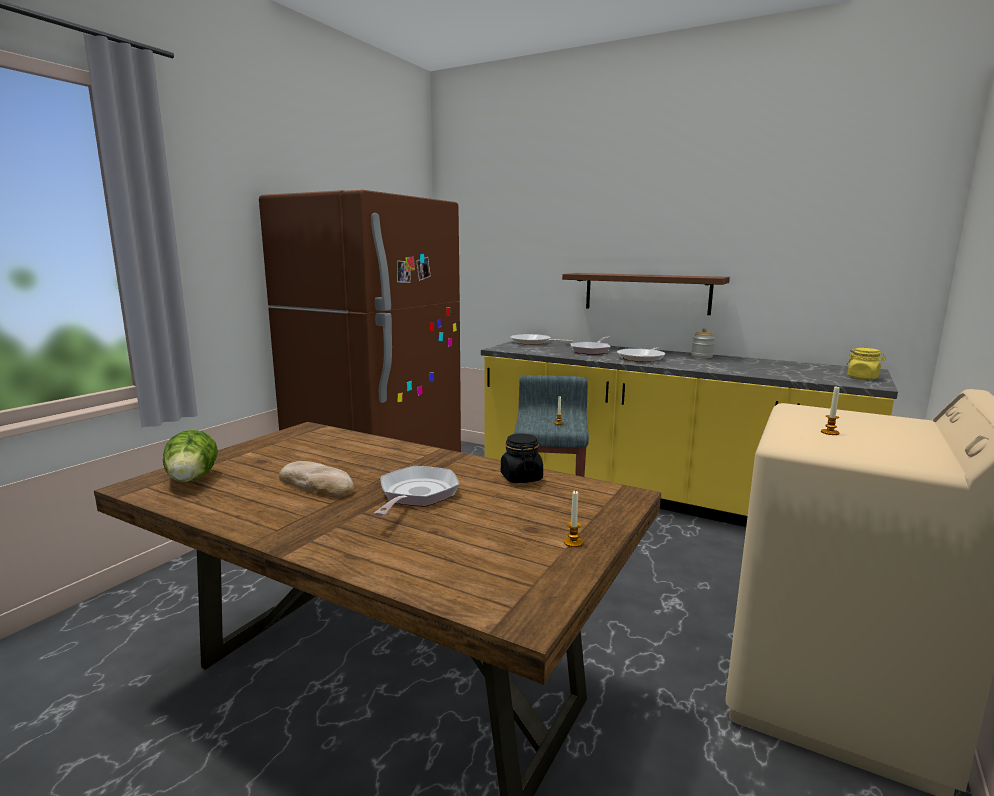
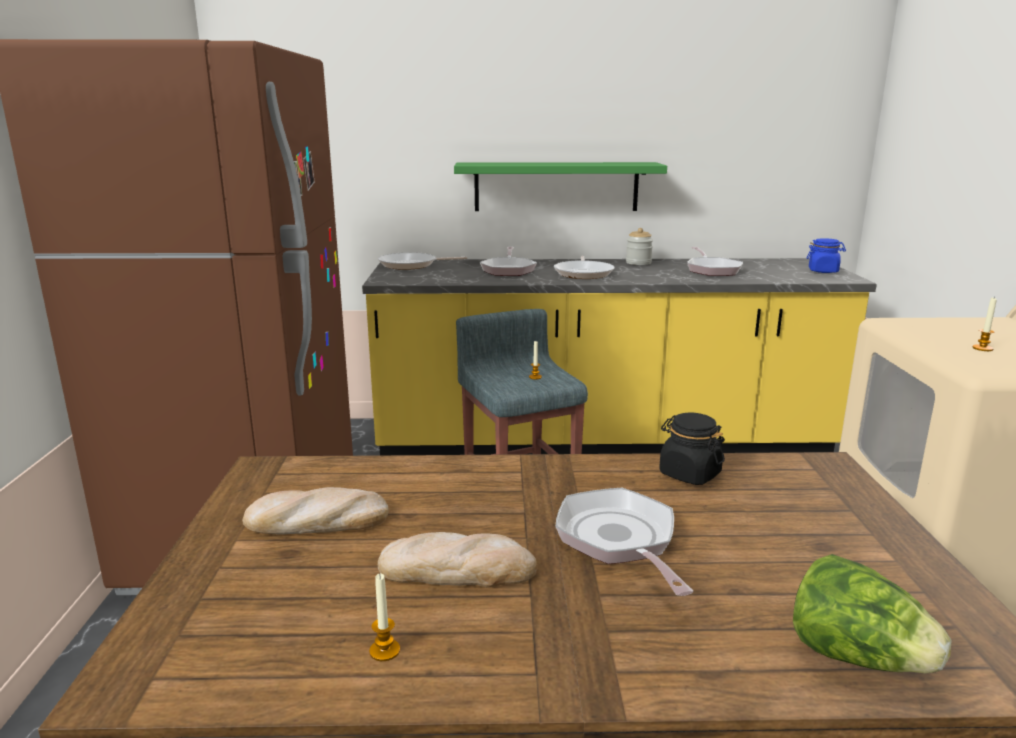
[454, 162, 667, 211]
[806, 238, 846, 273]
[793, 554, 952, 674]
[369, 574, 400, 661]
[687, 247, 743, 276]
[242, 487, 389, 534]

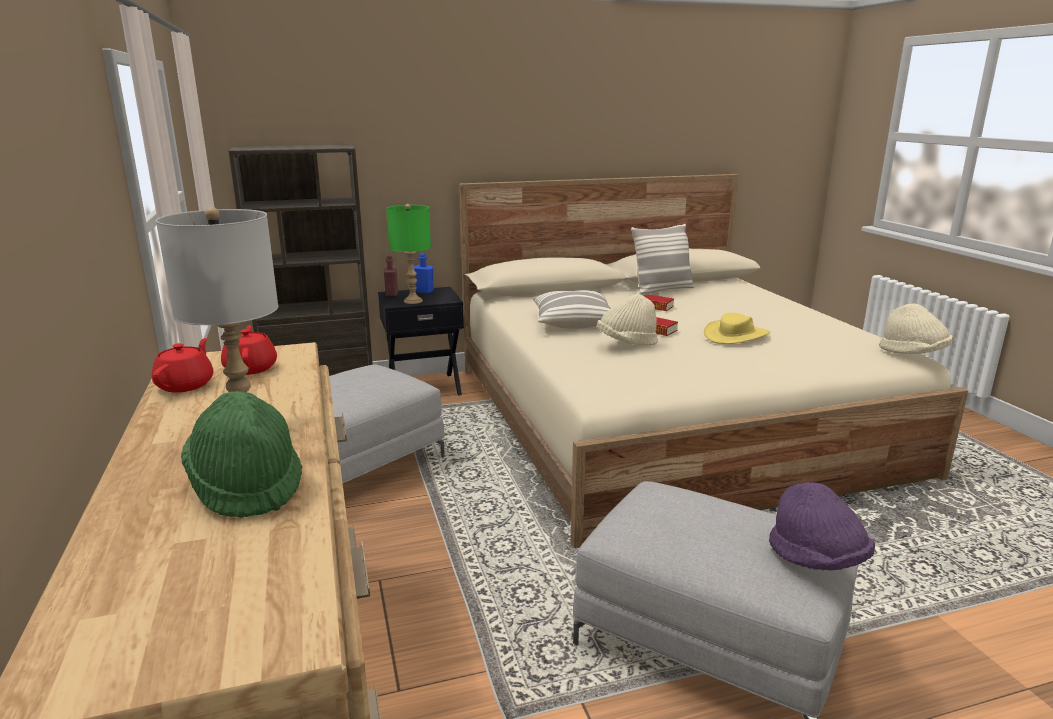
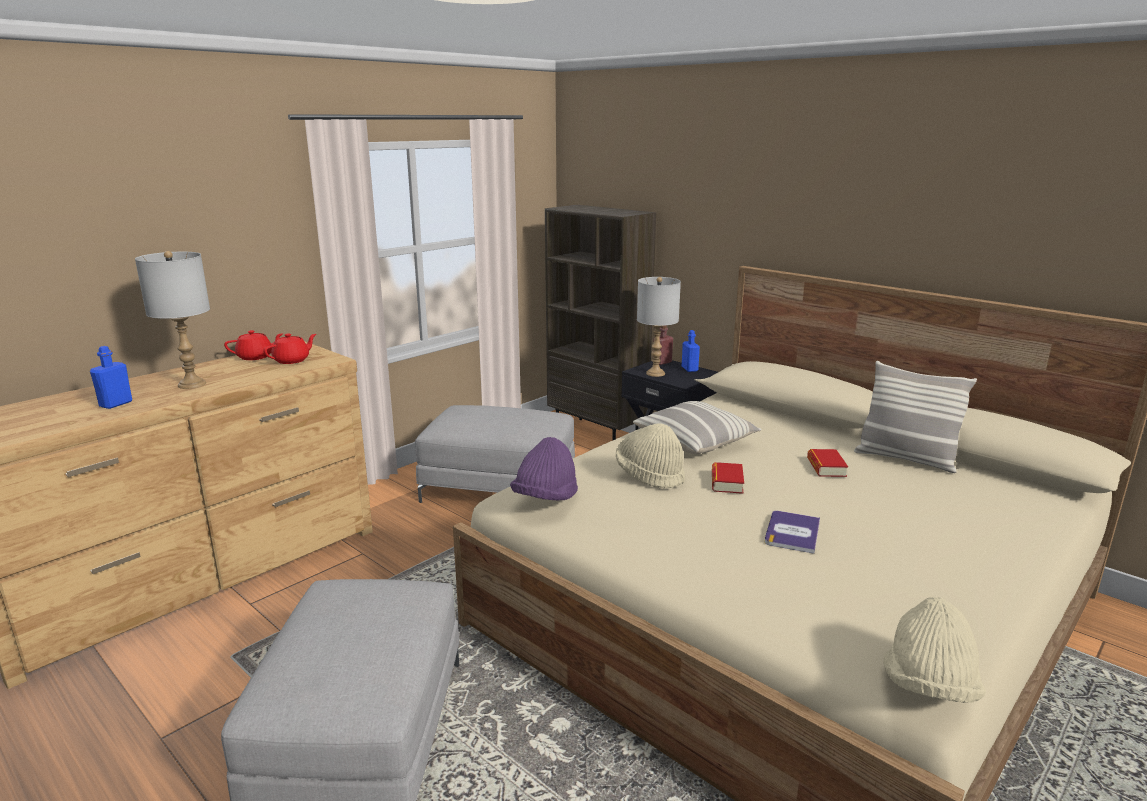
[637, 277, 681, 377]
[765, 511, 820, 554]
[90, 346, 132, 409]
[510, 437, 578, 501]

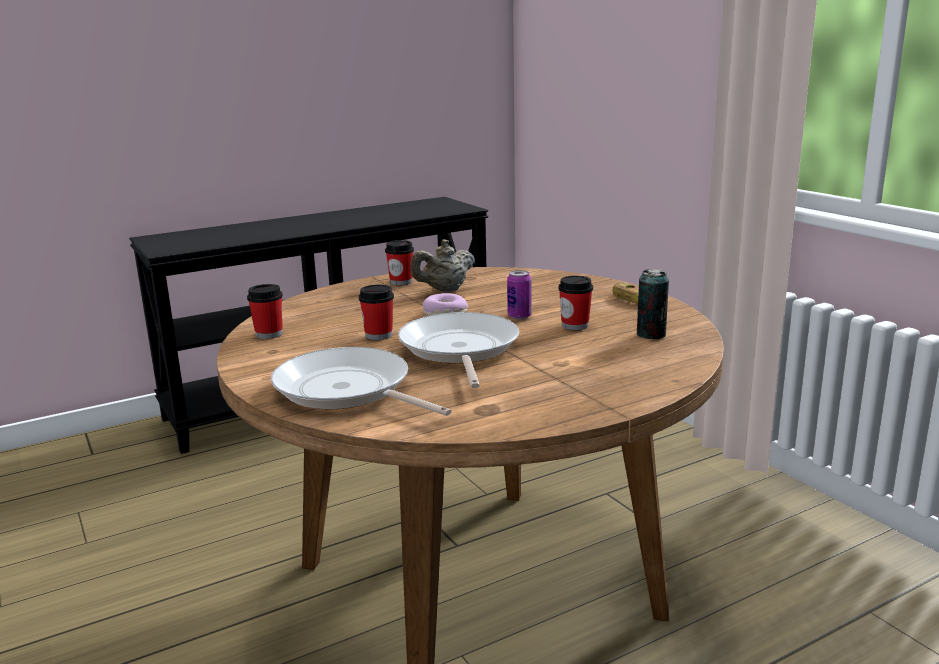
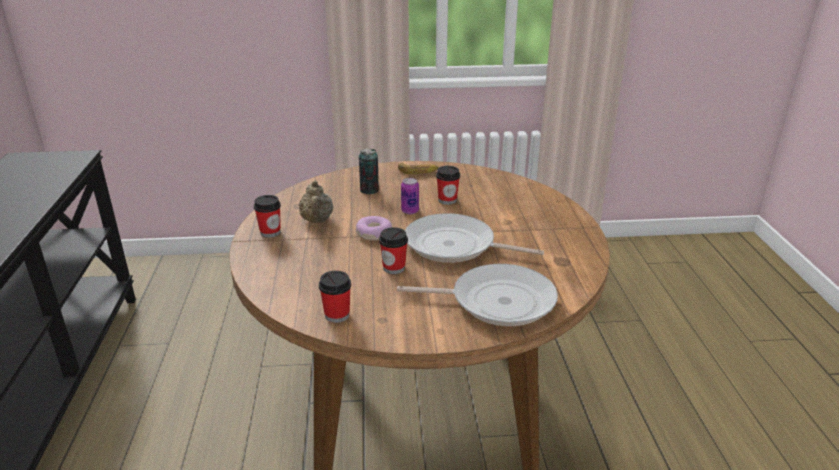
[359, 148, 379, 194]
[397, 264, 558, 326]

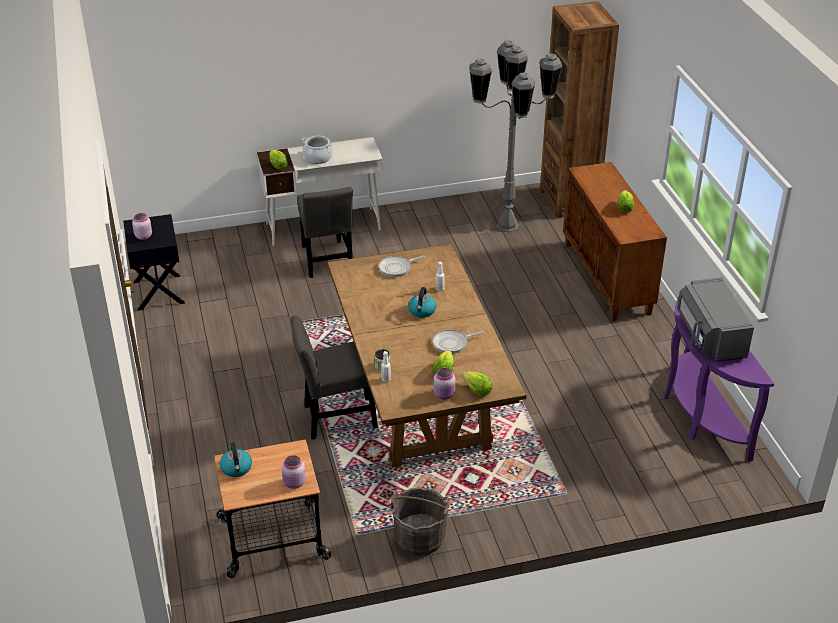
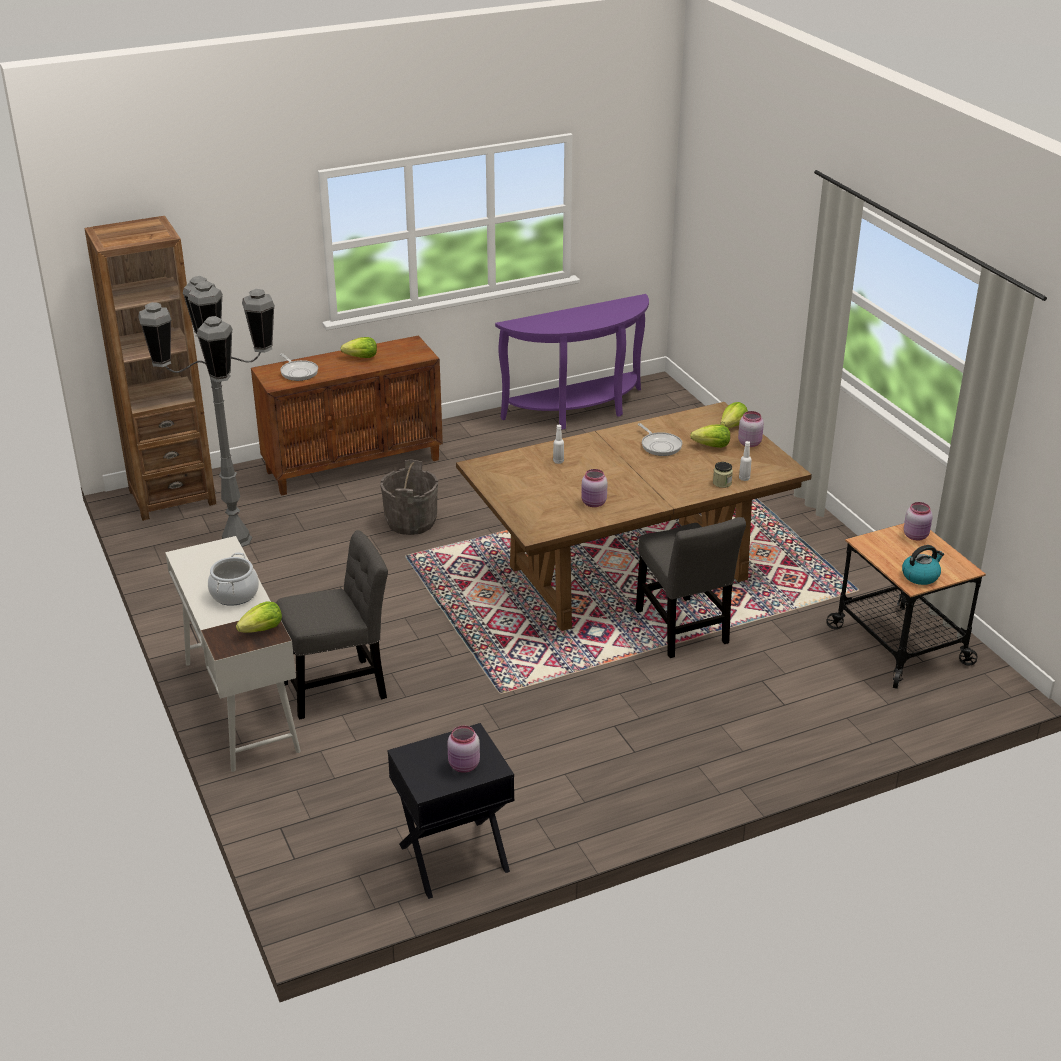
[280, 353, 318, 381]
[677, 277, 754, 362] (first image)
[408, 287, 436, 318] (first image)
[380, 459, 438, 535]
[581, 469, 608, 507]

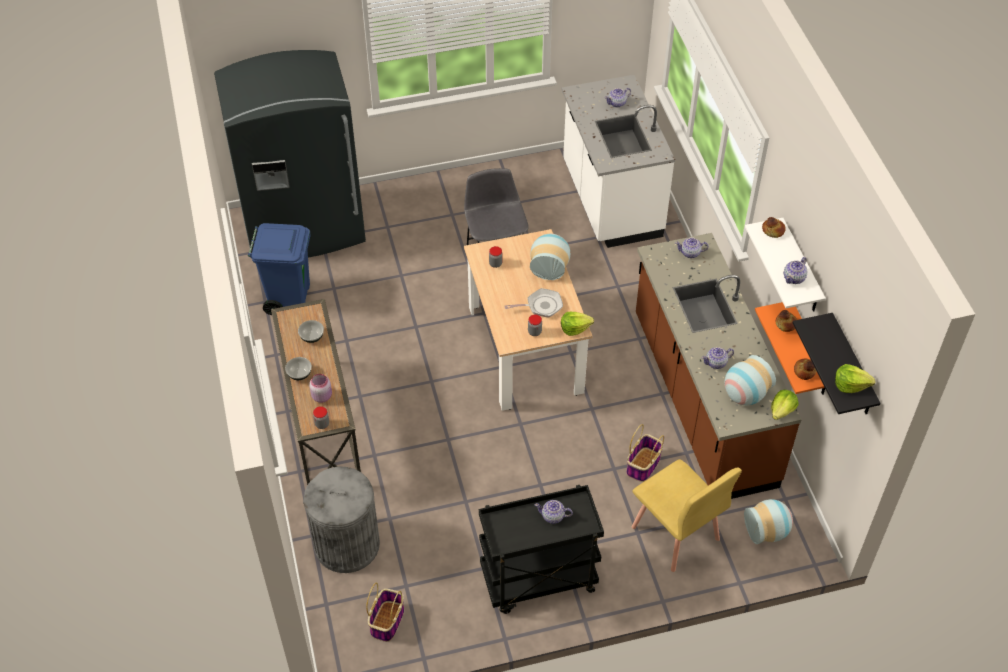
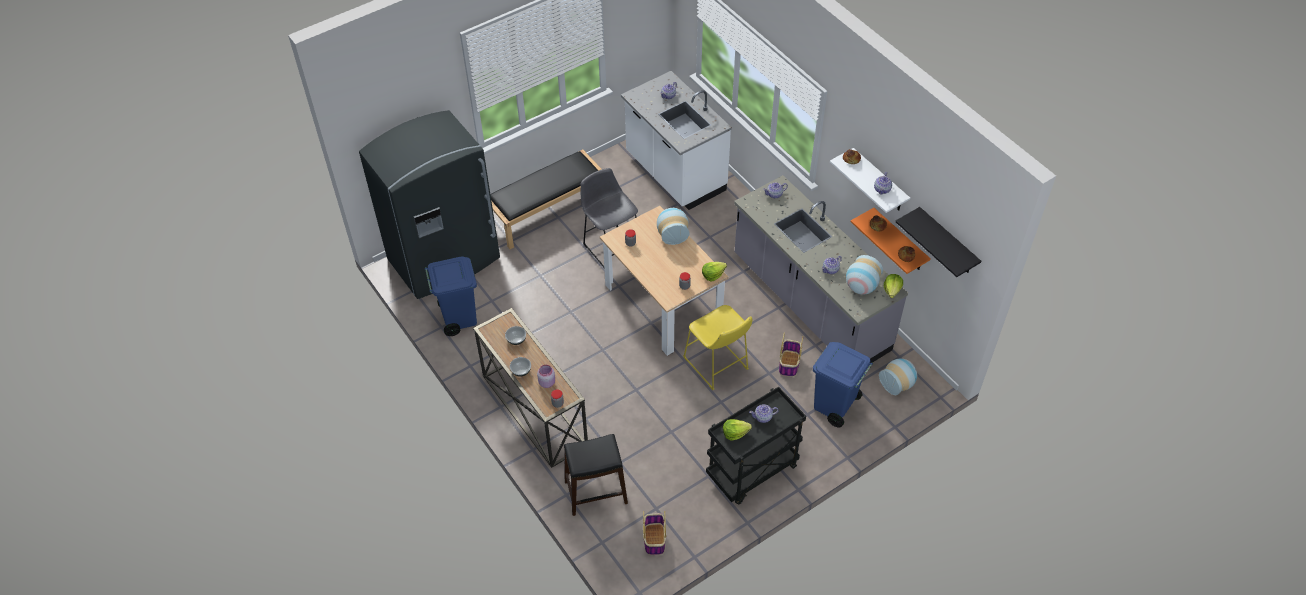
[734, 175, 908, 363]
[504, 288, 563, 318] (first image)
[723, 419, 752, 440]
[813, 342, 873, 428]
[564, 434, 628, 516]
[490, 150, 602, 249]
[683, 305, 753, 390]

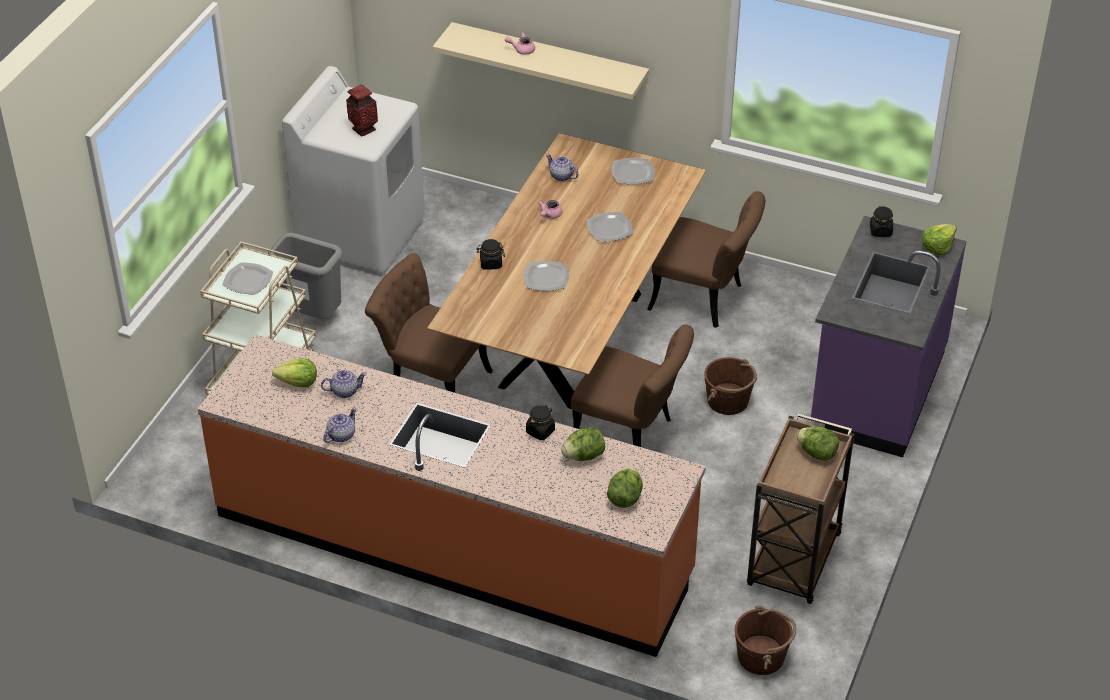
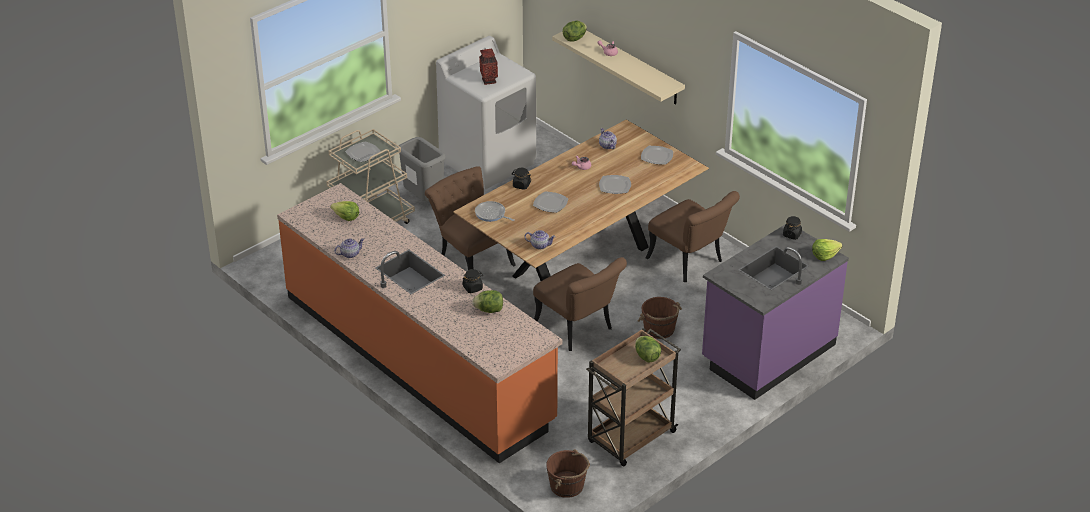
[525, 230, 556, 250]
[563, 21, 587, 42]
[475, 201, 515, 222]

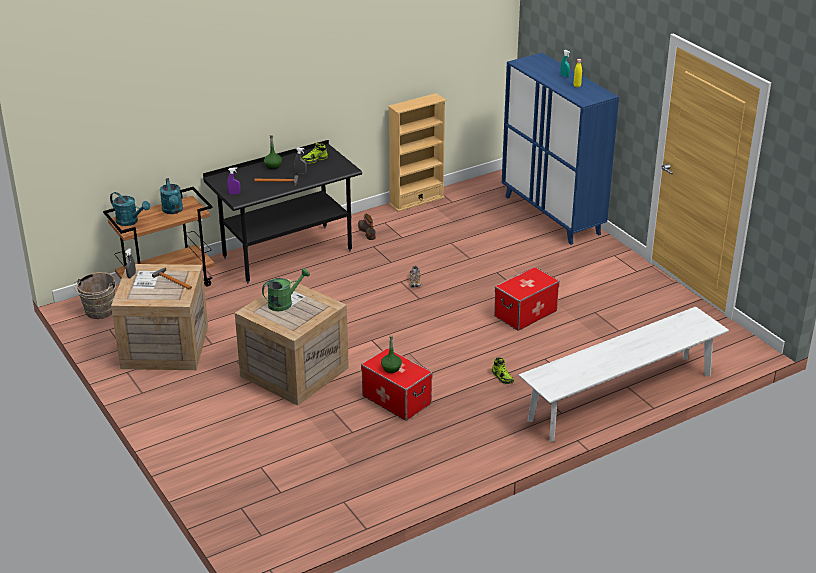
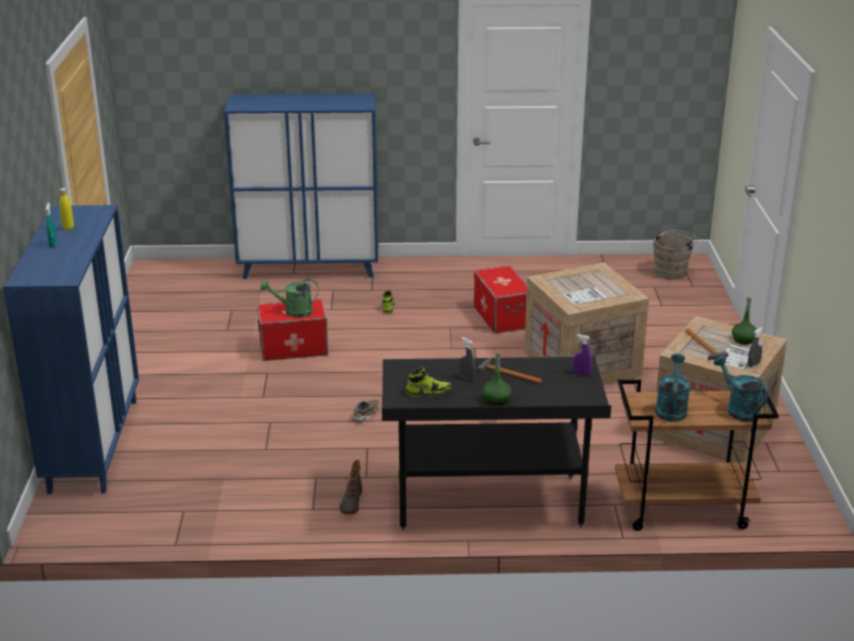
[388, 93, 446, 212] (first image)
[260, 279, 319, 318]
[653, 230, 697, 280]
[224, 93, 379, 279]
[732, 297, 757, 345]

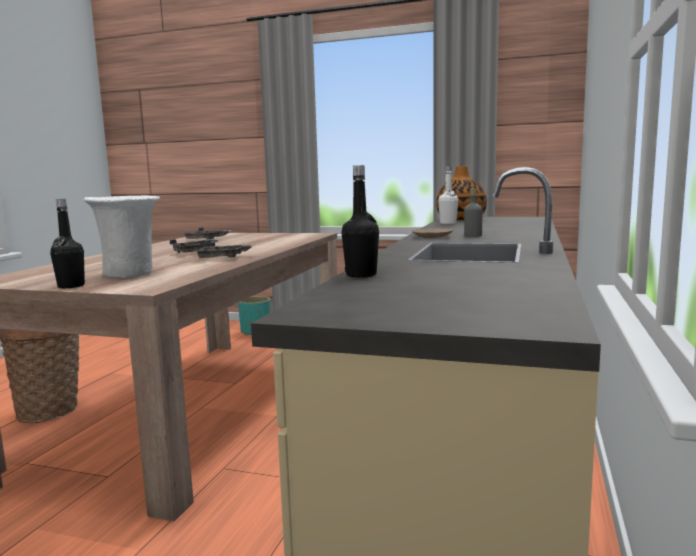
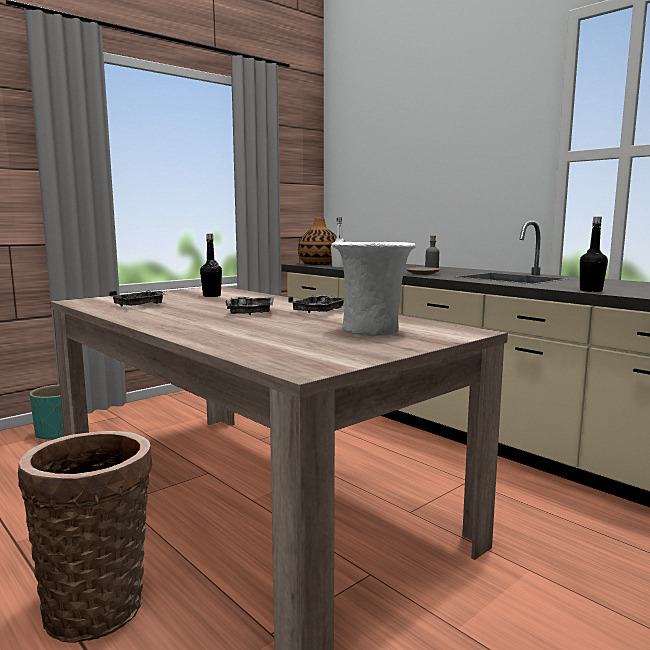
[200, 234, 222, 297]

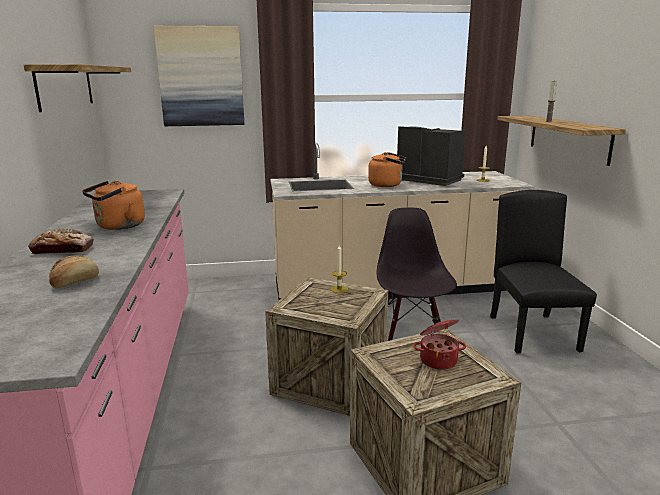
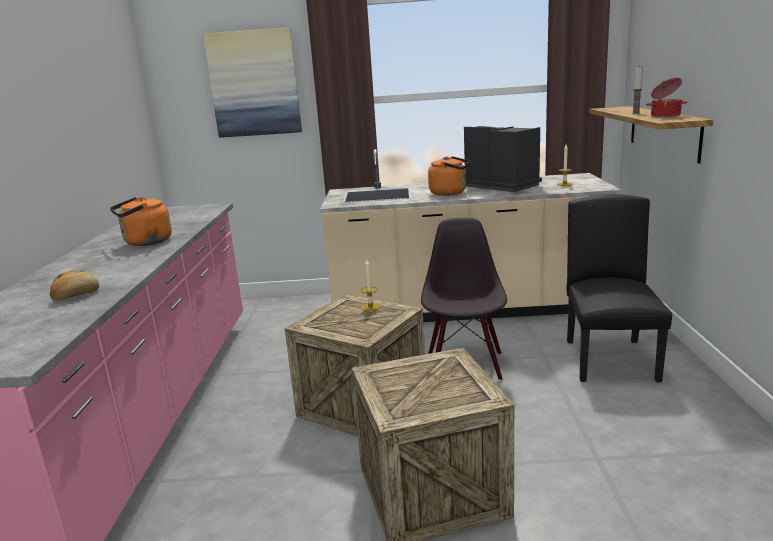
[24, 64, 131, 112] (first image)
[28, 228, 94, 254] (first image)
[646, 77, 687, 117]

